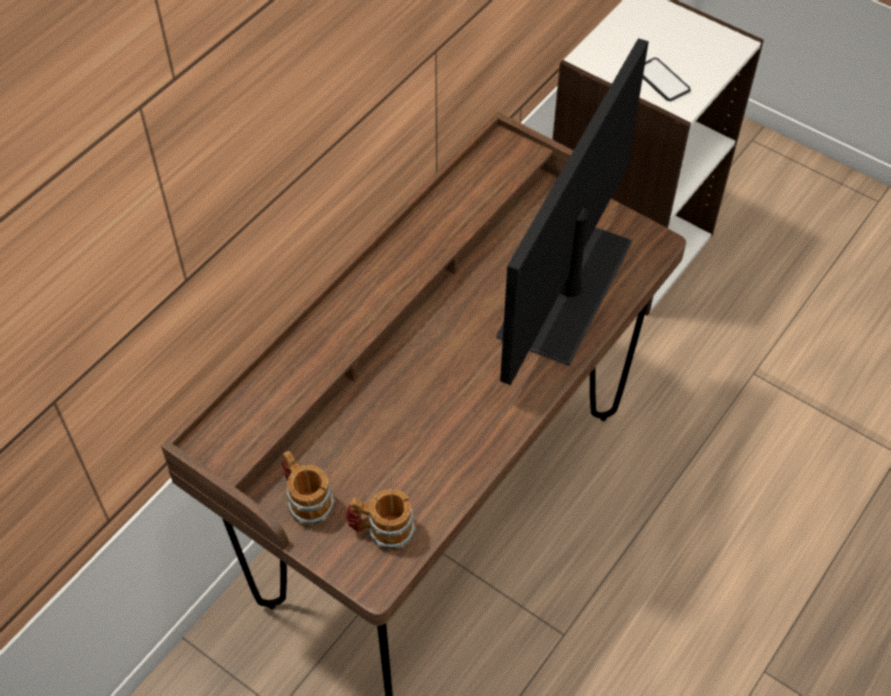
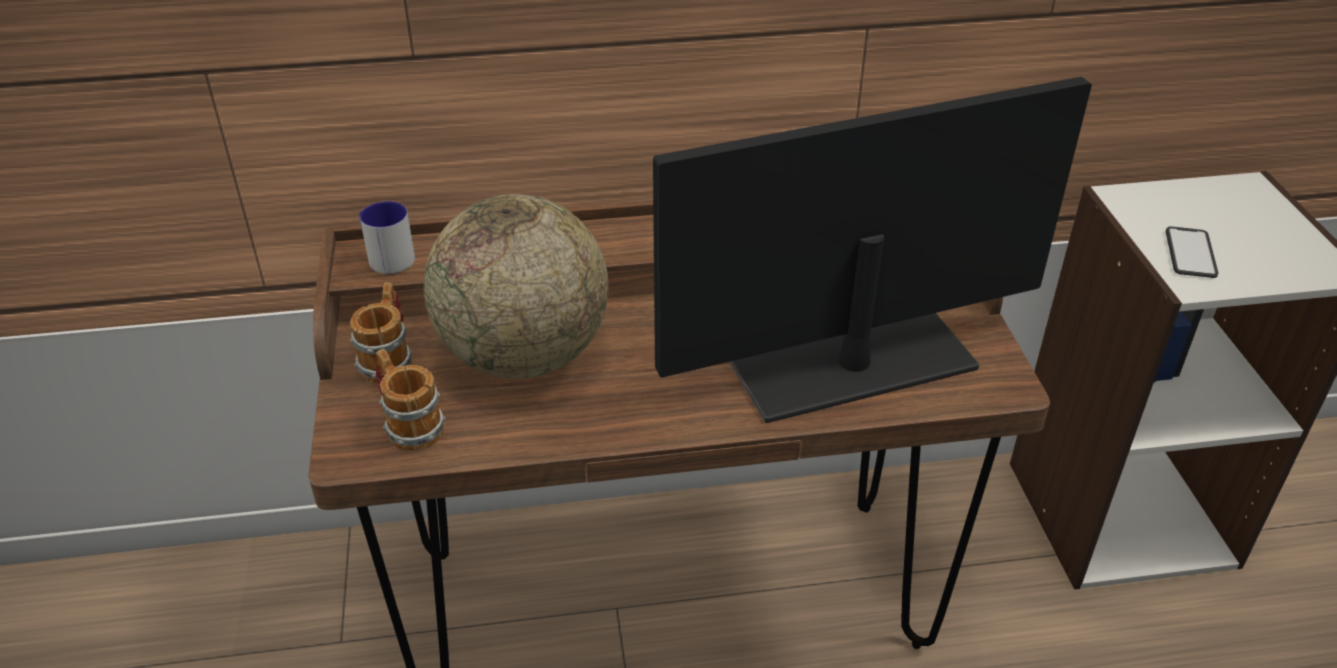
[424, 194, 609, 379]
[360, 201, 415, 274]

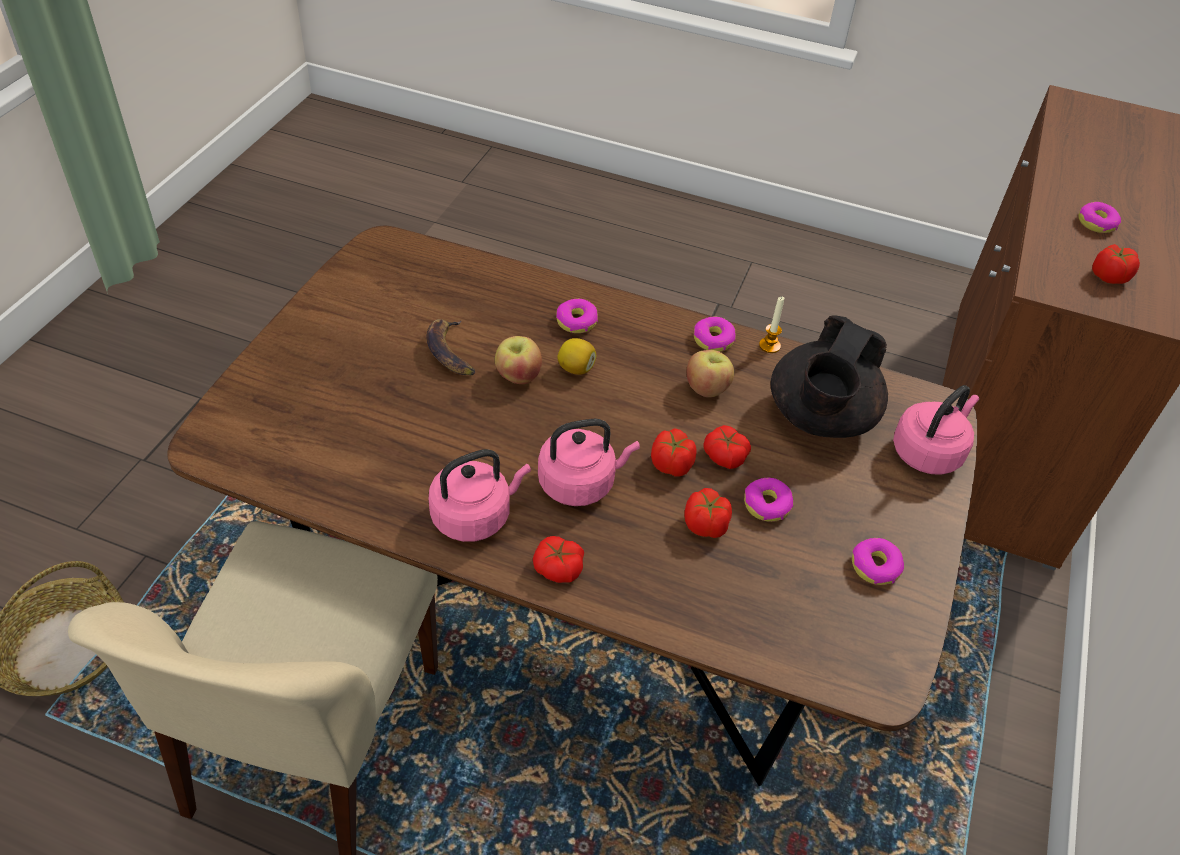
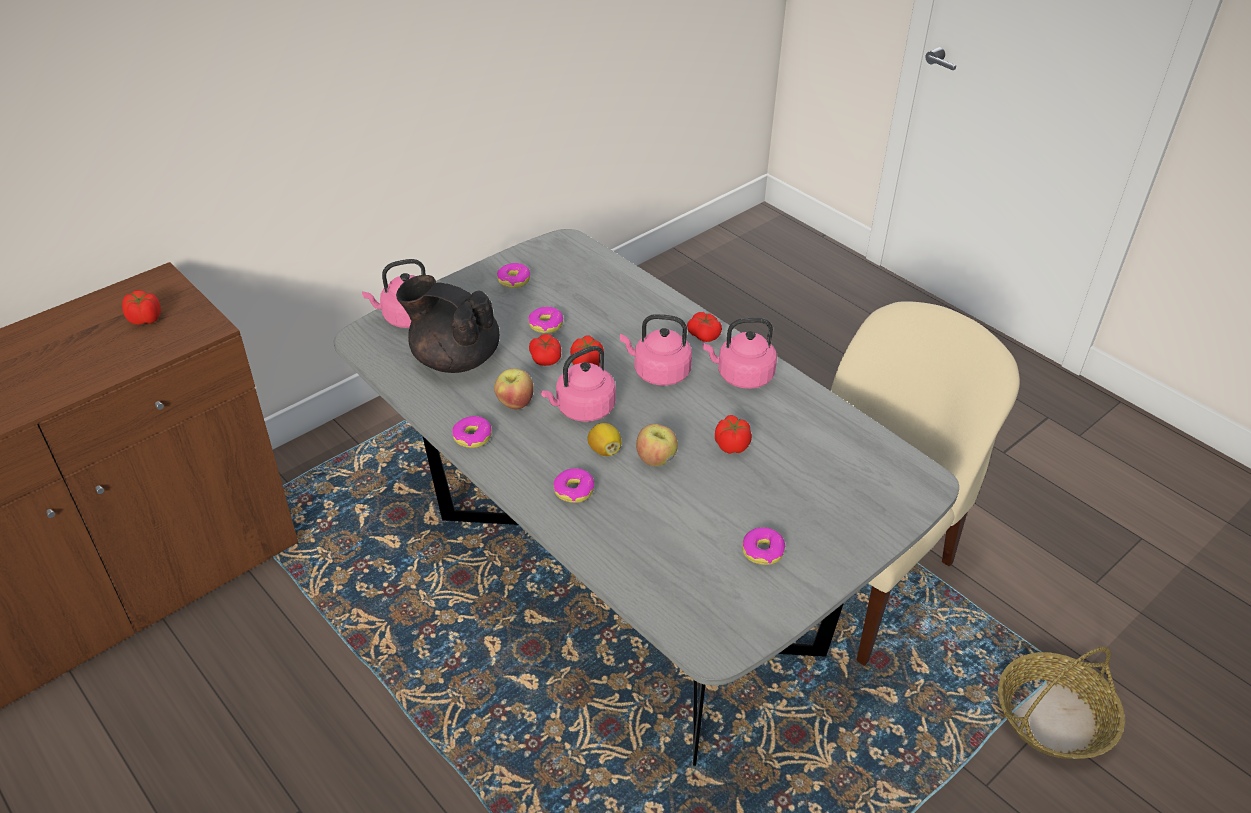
[742, 527, 785, 565]
[334, 229, 959, 766]
[759, 297, 785, 353] (first image)
[396, 275, 500, 373]
[426, 319, 475, 375] (first image)
[715, 415, 752, 454]
[541, 346, 616, 422]

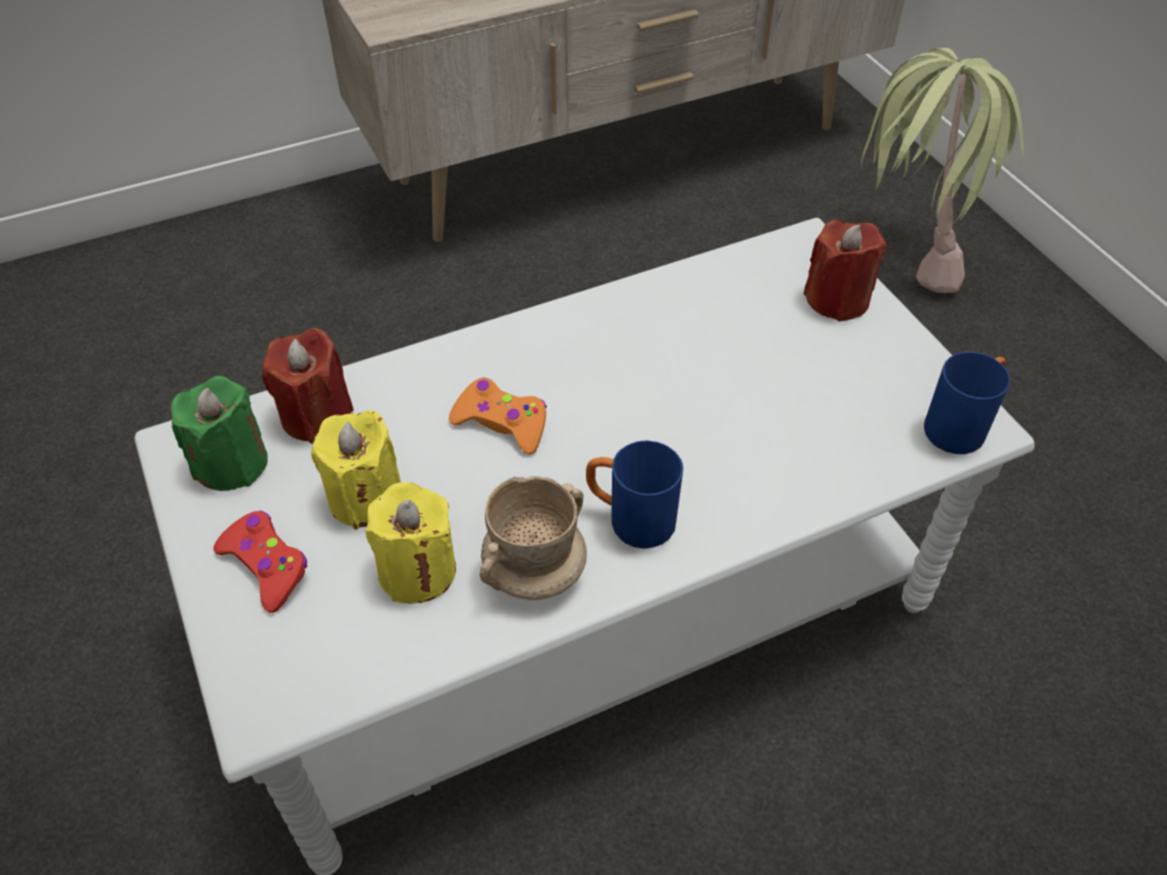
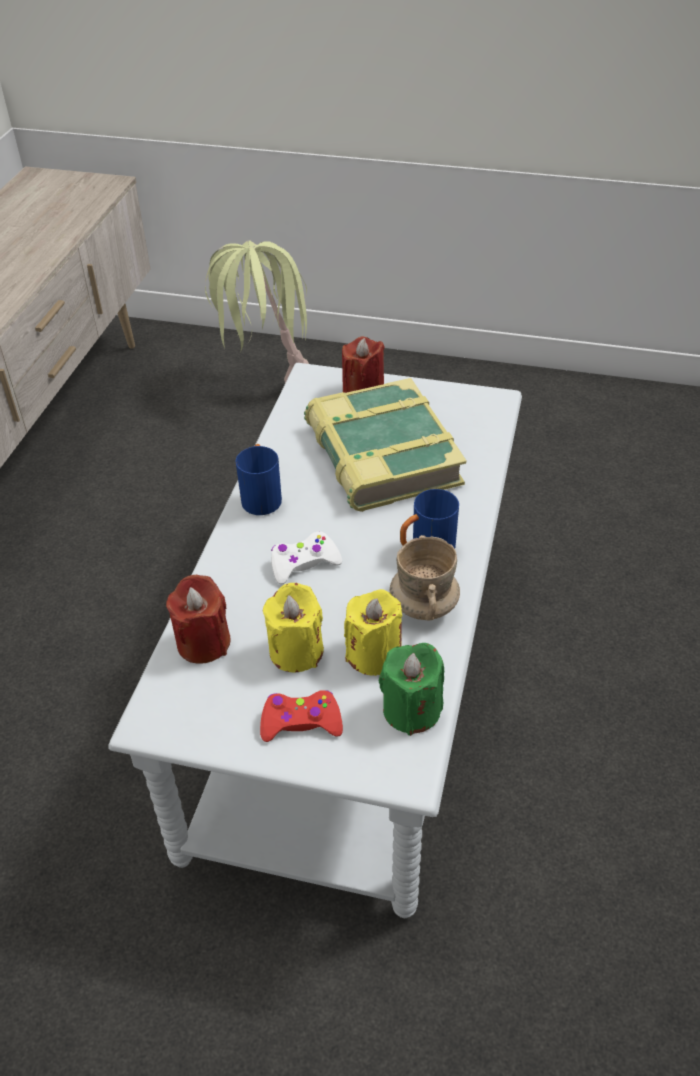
[236, 444, 282, 515]
[379, 643, 444, 736]
[271, 532, 342, 585]
[304, 378, 467, 512]

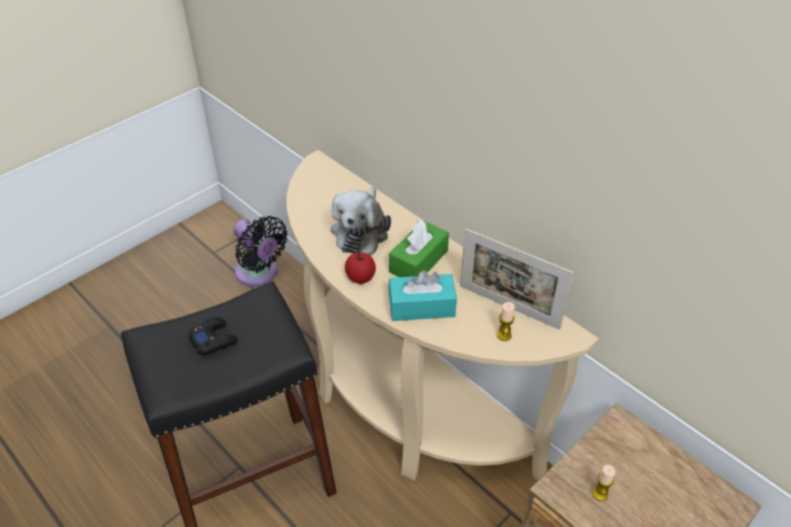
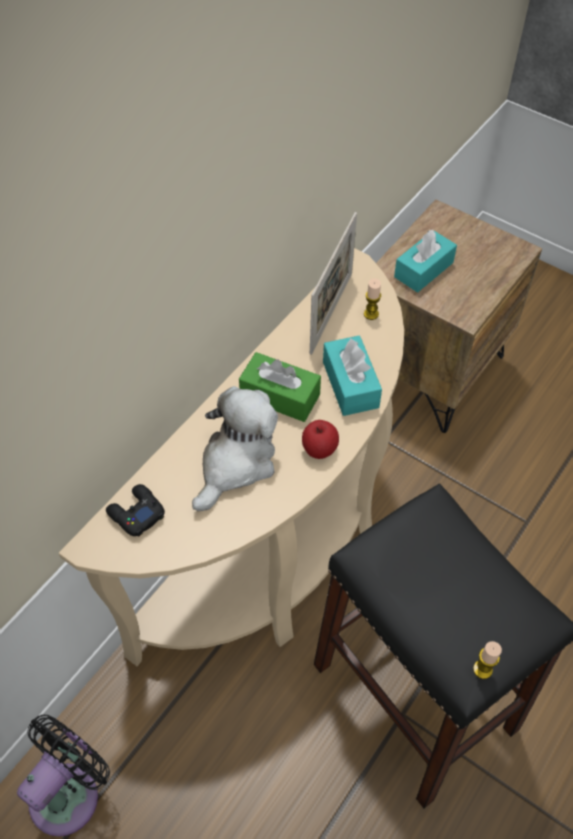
[192, 386, 278, 511]
[106, 484, 165, 537]
[473, 641, 502, 679]
[394, 230, 457, 292]

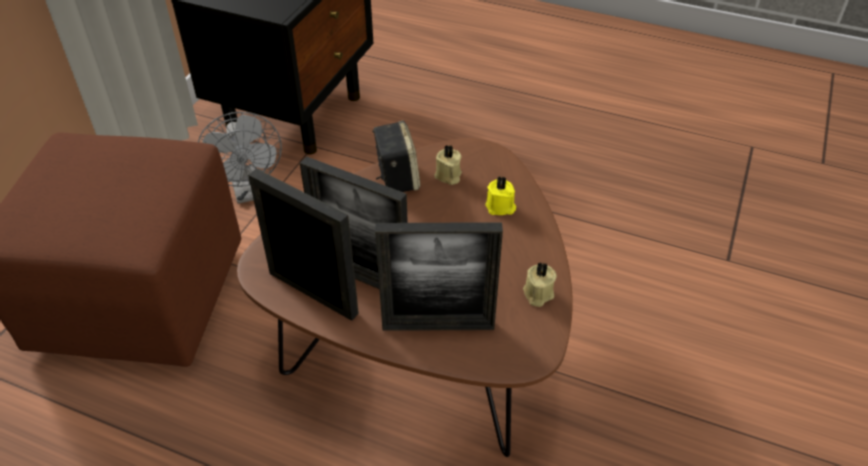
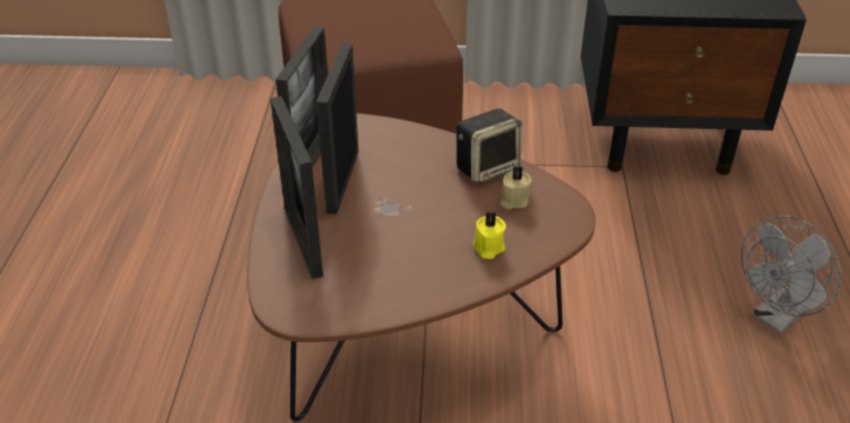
[741, 216, 841, 335]
[523, 262, 557, 307] (first image)

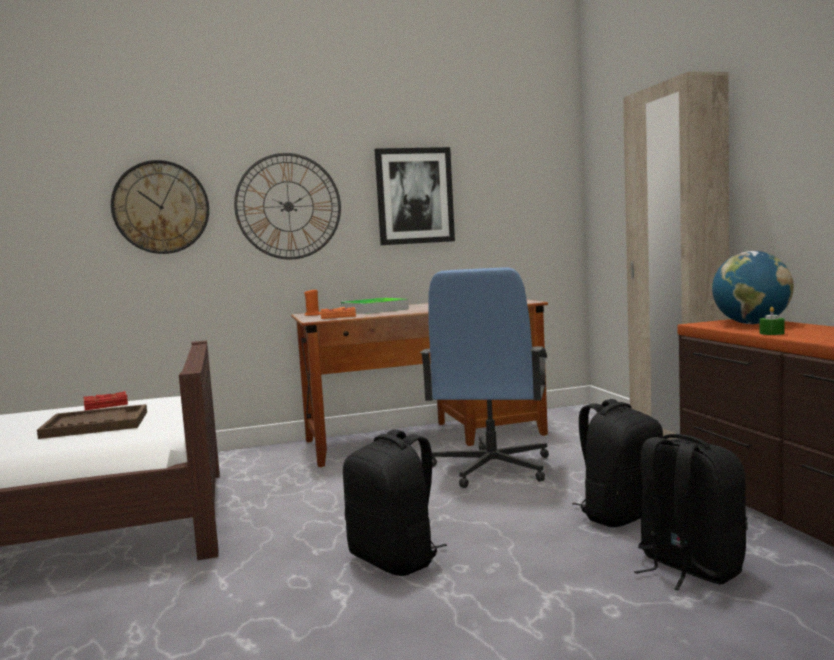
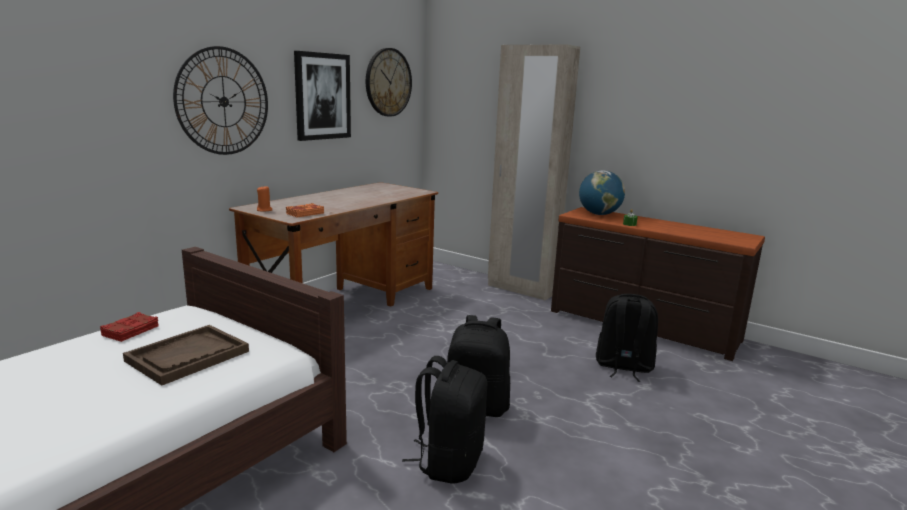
[366, 48, 412, 117]
[420, 267, 549, 488] (first image)
[341, 298, 409, 314] (first image)
[402, 356, 487, 484]

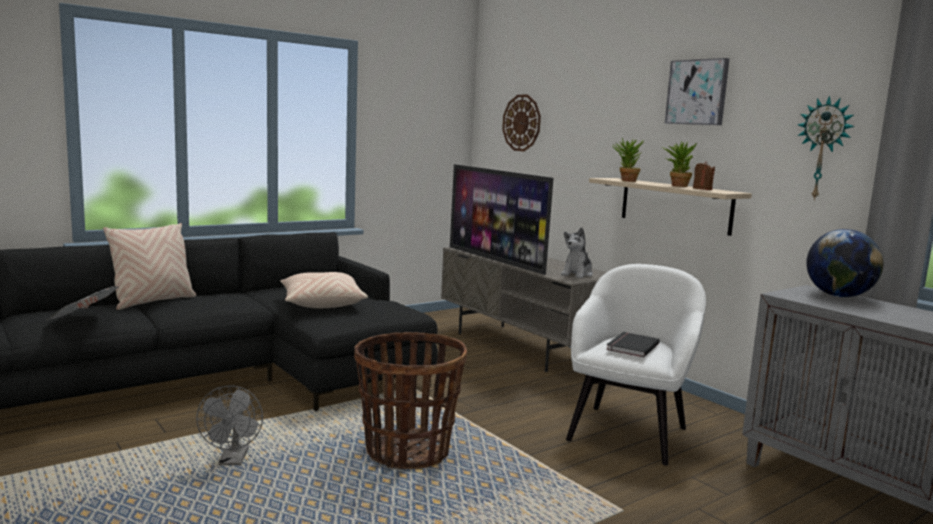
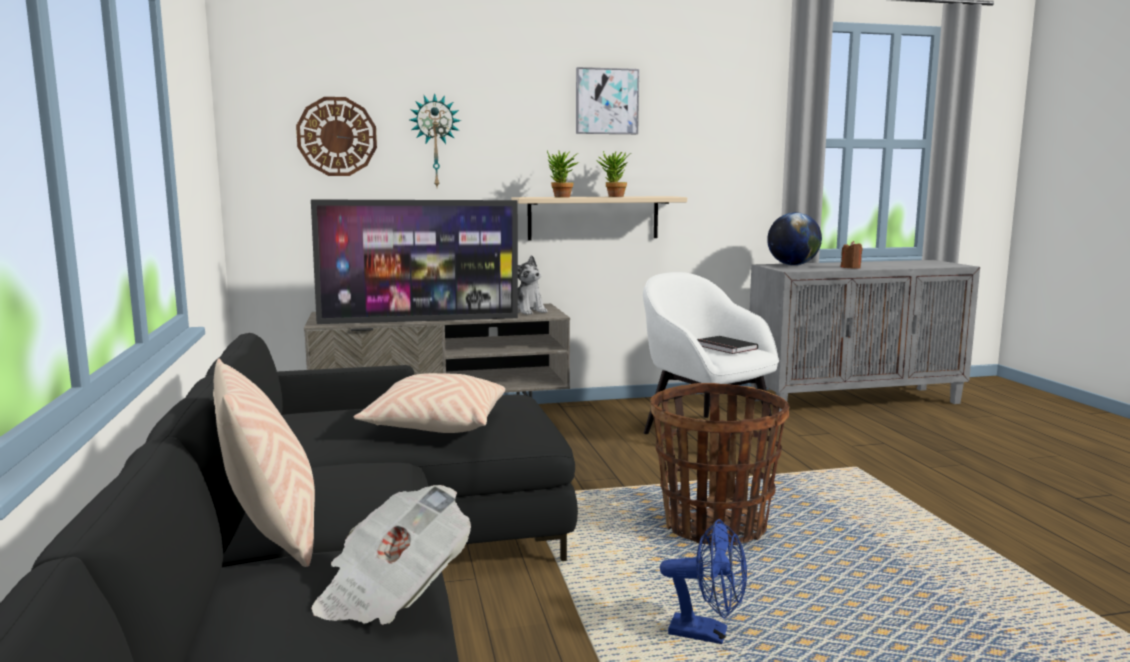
[409, 93, 461, 187]
[841, 241, 863, 269]
[660, 519, 747, 644]

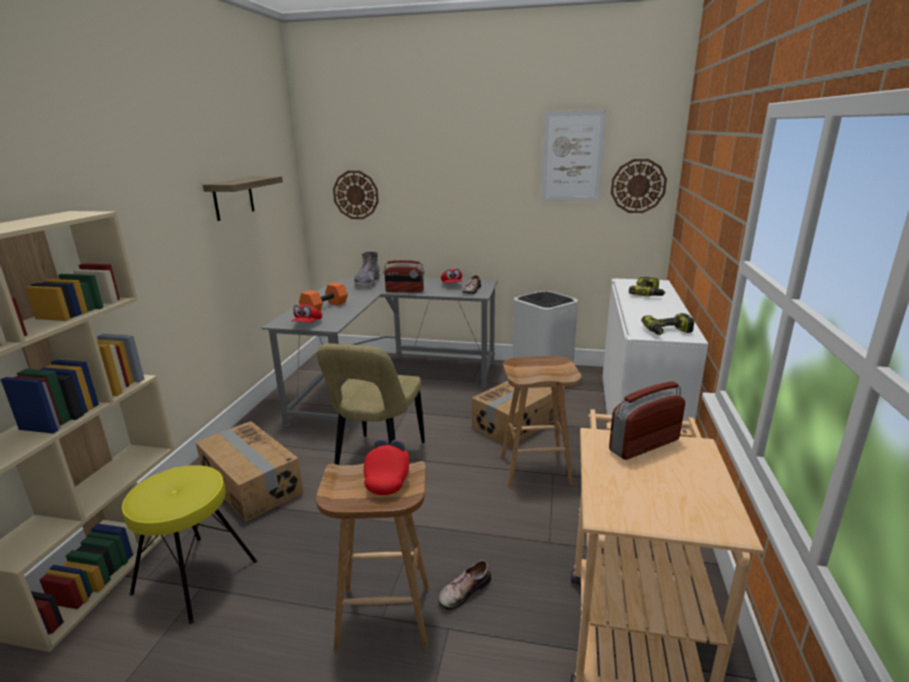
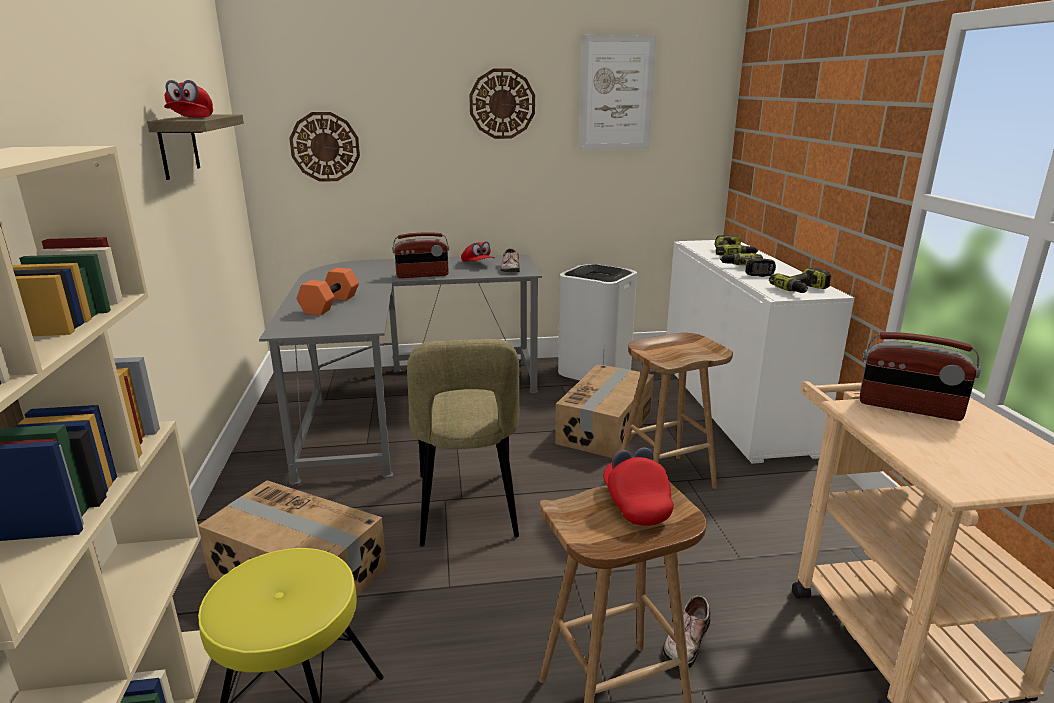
[469, 69, 535, 139]
[354, 252, 380, 288] (first image)
[164, 80, 213, 117]
[860, 332, 981, 421]
[720, 253, 776, 277]

